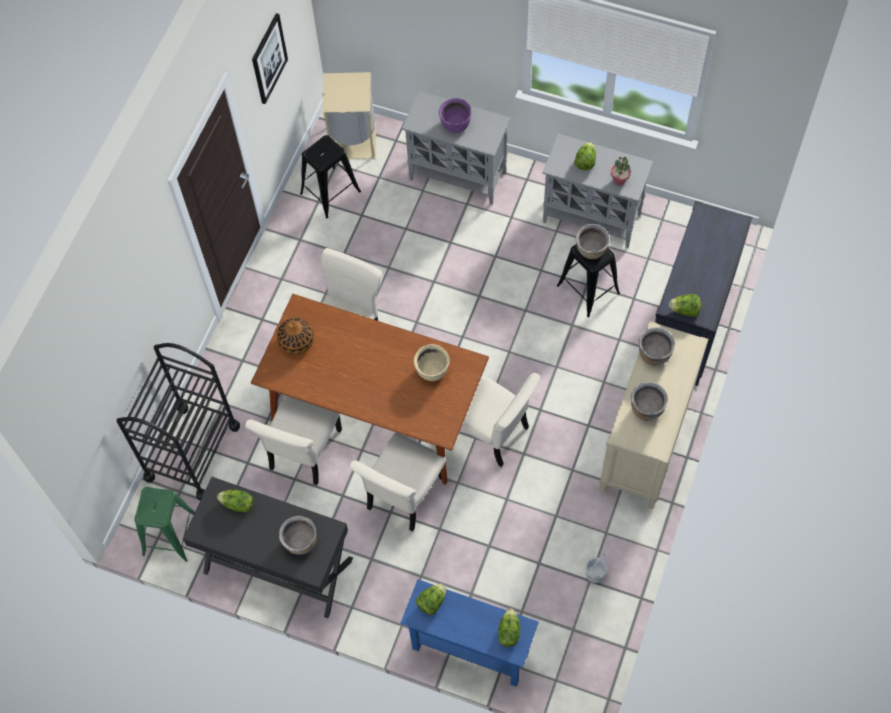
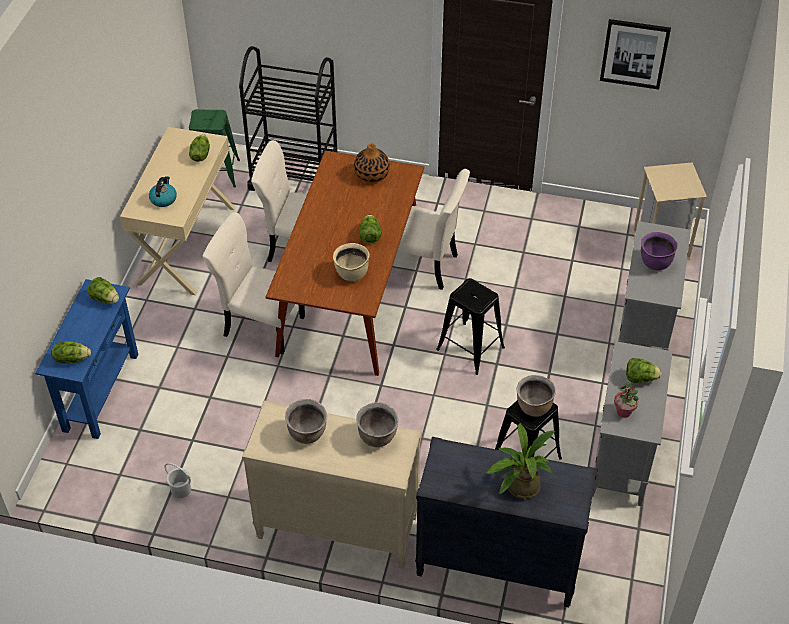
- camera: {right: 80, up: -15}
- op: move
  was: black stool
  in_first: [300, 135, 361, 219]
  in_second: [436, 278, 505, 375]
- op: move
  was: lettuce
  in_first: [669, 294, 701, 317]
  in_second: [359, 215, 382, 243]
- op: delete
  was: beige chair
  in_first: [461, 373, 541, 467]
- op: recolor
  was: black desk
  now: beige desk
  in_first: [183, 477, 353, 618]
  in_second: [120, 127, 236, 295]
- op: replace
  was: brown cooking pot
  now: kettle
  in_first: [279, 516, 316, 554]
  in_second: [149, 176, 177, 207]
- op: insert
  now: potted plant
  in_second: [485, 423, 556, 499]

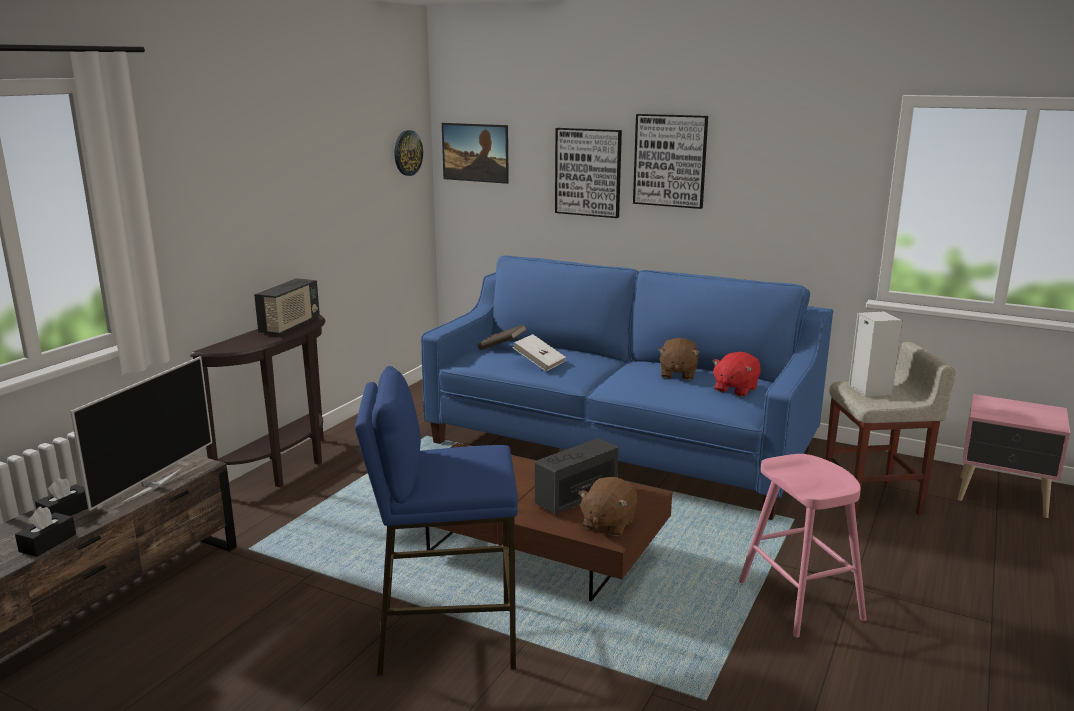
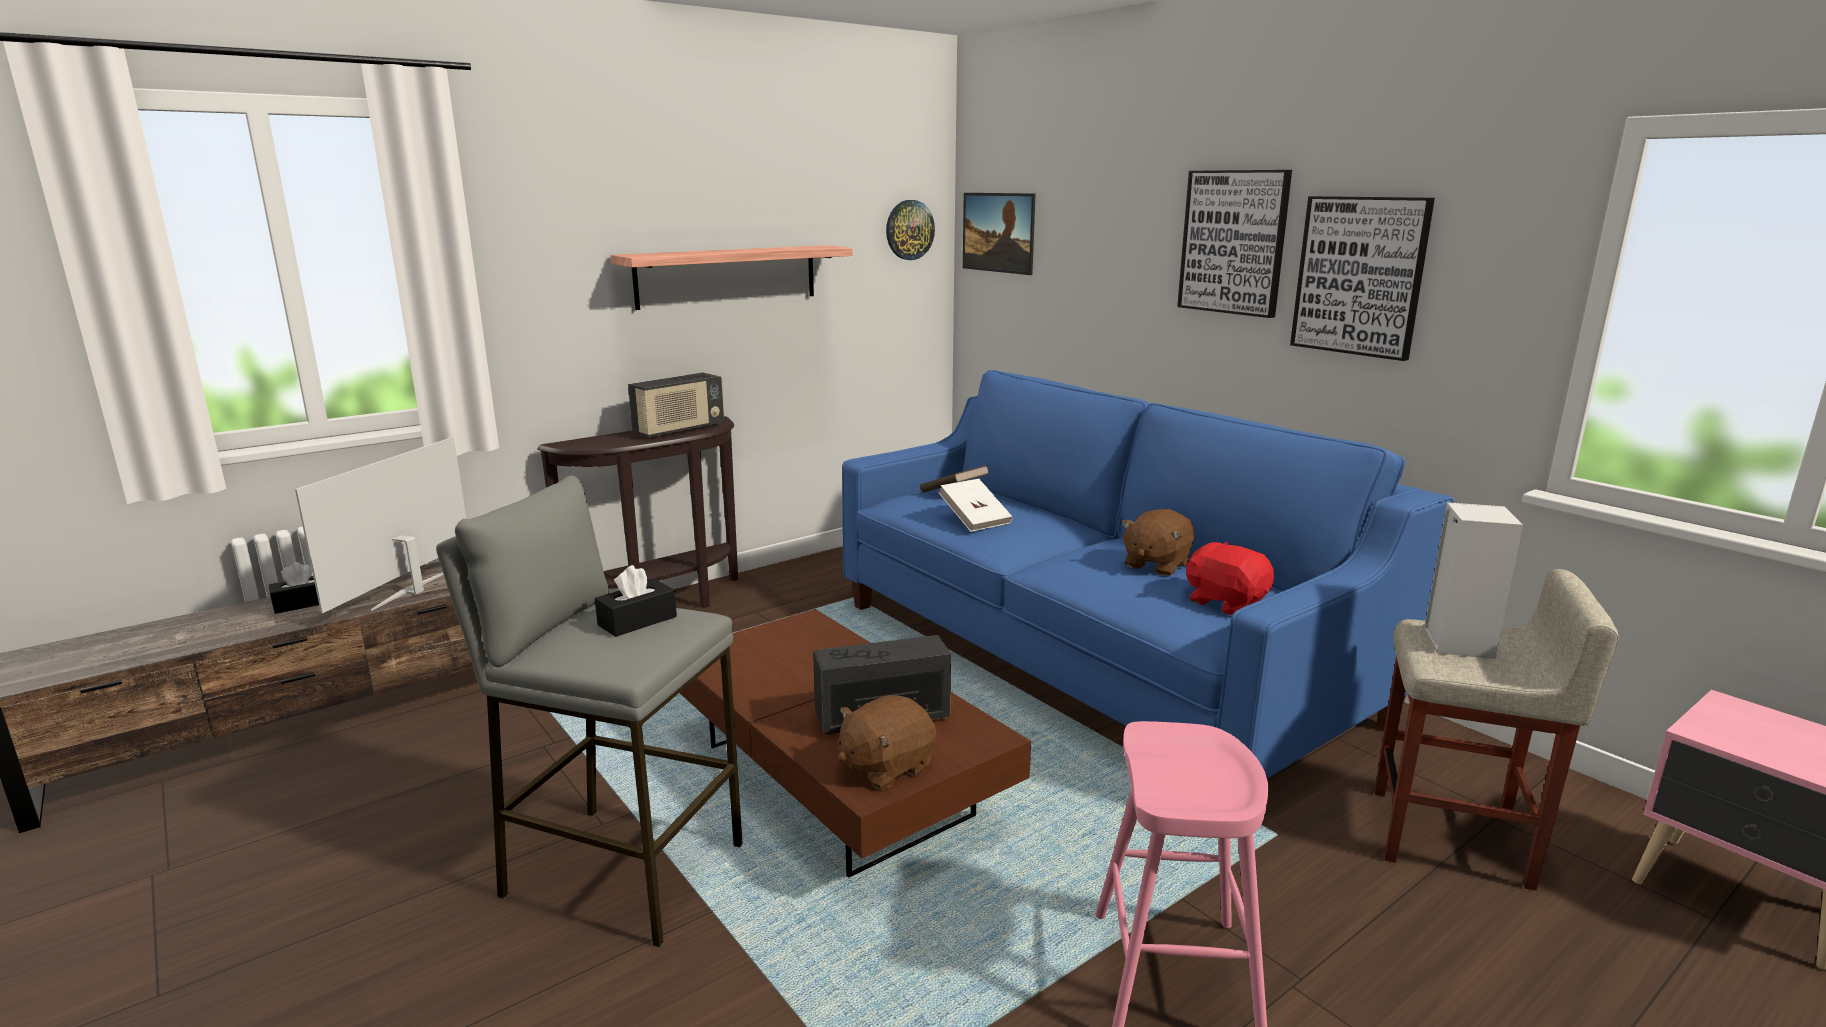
- camera: {right: 25, up: 0}
- op: move
  was: picture
  in_first: [555, 128, 622, 218]
  in_second: [1290, 196, 1435, 361]
- op: rotate
  was: red plush toy
  in_first: [712, 352, 761, 397]
  in_second: [1186, 542, 1274, 615]
  clockwise: 75
- op: rotate
  was: television
  in_first: [70, 356, 212, 511]
  in_second: [295, 437, 466, 613]
  clockwise: 150
- op: recolor
  was: blue stool
  now: grey stool
  in_first: [355, 366, 518, 676]
  in_second: [436, 475, 743, 948]
- op: move
  was: black tissue box
  in_first: [15, 506, 76, 557]
  in_second: [595, 565, 677, 637]
- op: insert
  now: shelf
  in_second: [610, 245, 853, 310]

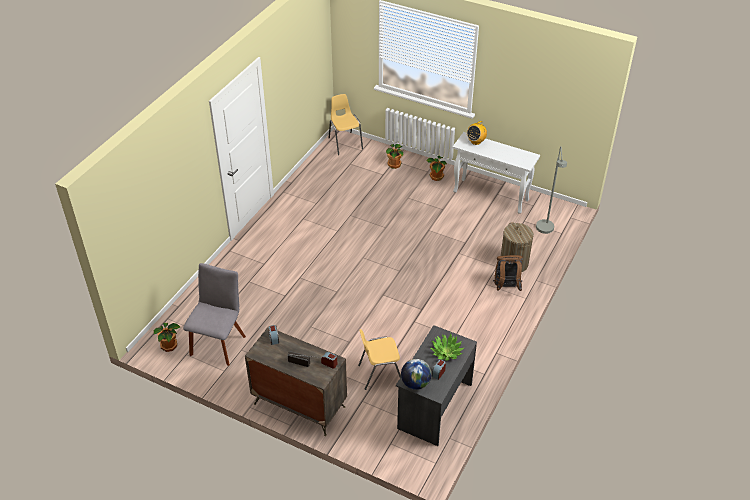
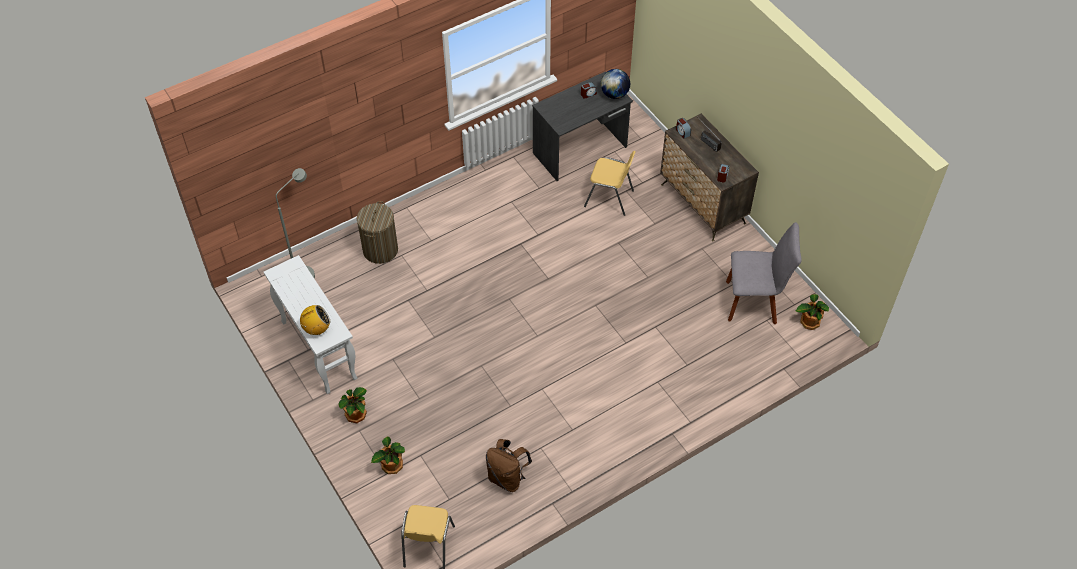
- camera: {right: -150, up: 10}
- op: move
  was: brown backpack
  in_first: [493, 255, 523, 291]
  in_second: [486, 439, 532, 492]
- op: rotate
  was: grey chair
  in_first: [183, 263, 246, 366]
  in_second: [726, 222, 802, 324]
  clockwise: -135
- op: delete
  was: potted plant
  in_first: [430, 333, 465, 361]

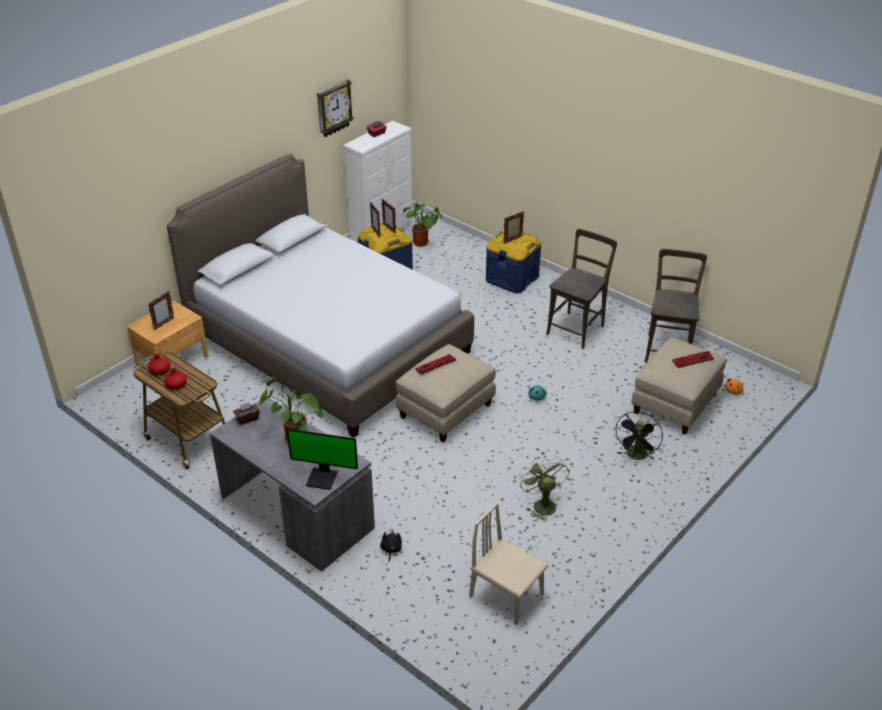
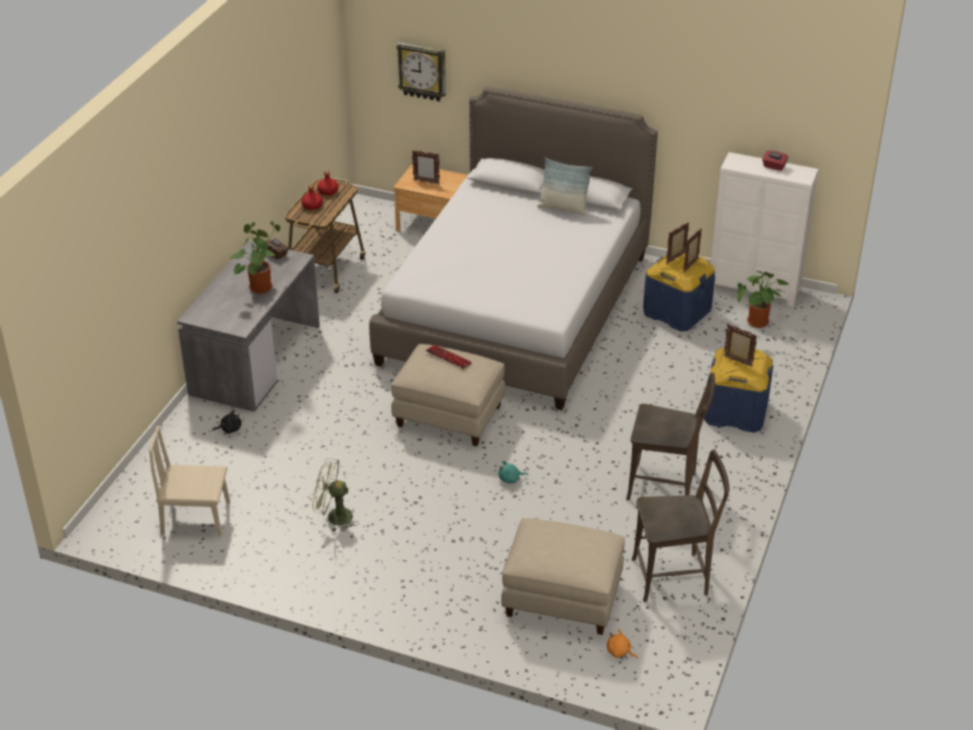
- camera: {right: 70, up: 0}
- op: move
  was: wall clock
  in_first: [317, 79, 354, 137]
  in_second: [396, 42, 446, 101]
- op: delete
  was: keyboard
  in_first: [672, 351, 714, 368]
- op: delete
  was: black fan
  in_first: [614, 412, 663, 460]
- op: delete
  was: monitor
  in_first: [287, 429, 358, 490]
- op: rotate
  was: green fan
  in_first: [519, 457, 569, 521]
  in_second: [312, 458, 359, 532]
  clockwise: -135
- op: rotate
  was: beige chair
  in_first: [469, 502, 548, 625]
  in_second: [149, 426, 230, 536]
  clockwise: -105
- op: insert
  now: pillow
  in_second: [537, 157, 593, 216]

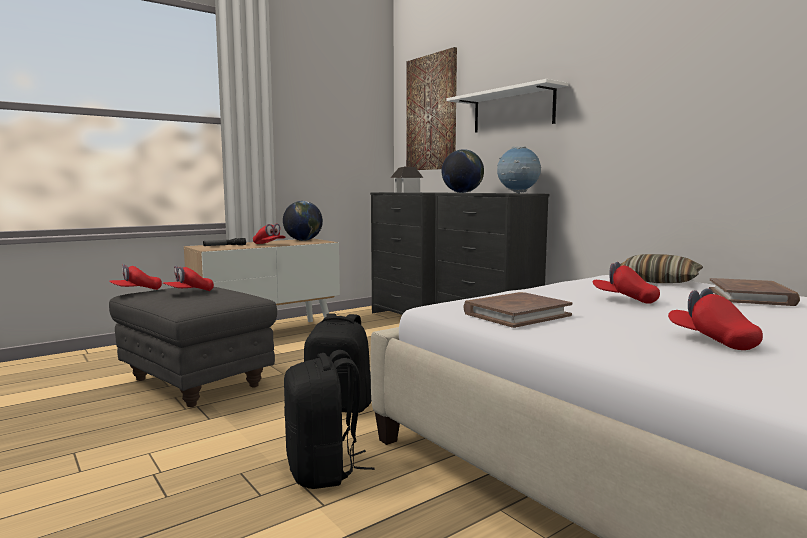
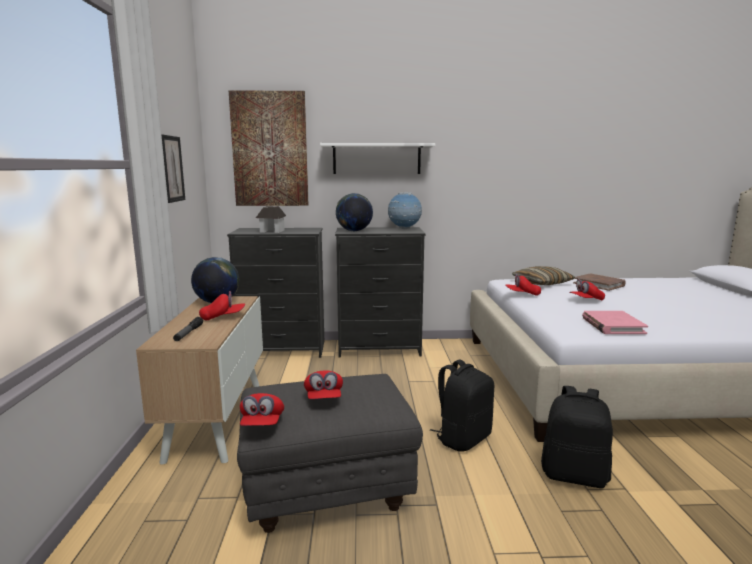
- camera: {right: -55, up: 5}
- op: move
  was: red cap
  in_first: [668, 288, 763, 350]
  in_second: [506, 274, 541, 296]
- op: recolor
  was: brown book
  now: pink book
  in_first: [464, 292, 572, 328]
  in_second: [582, 311, 648, 334]
- op: insert
  now: picture
  in_second: [161, 134, 185, 203]

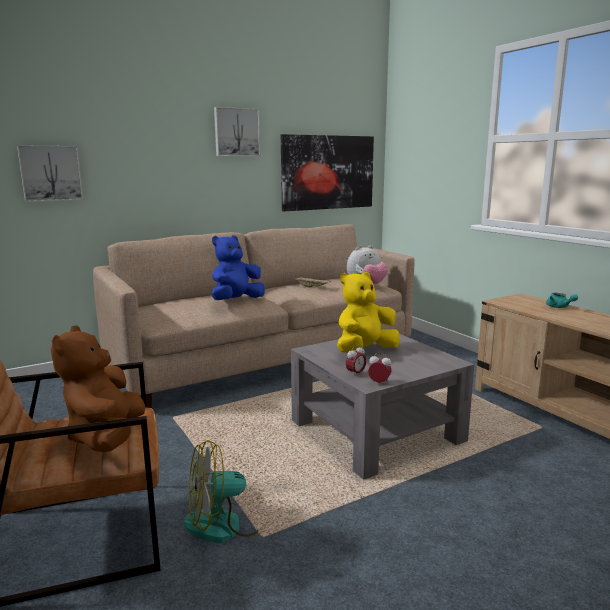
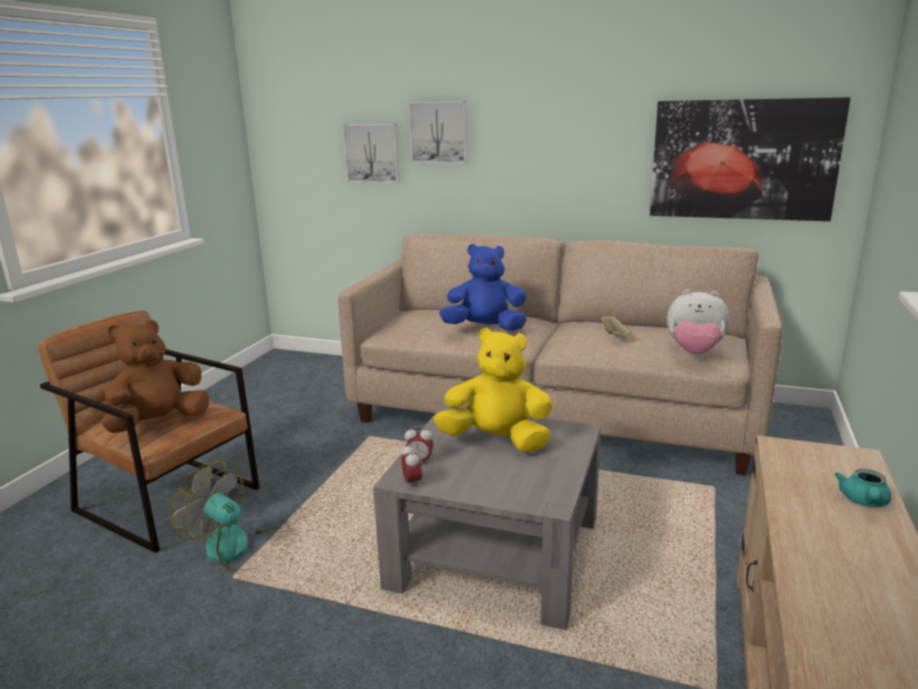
- camera: {right: 50, up: 5}
- op: move
  was: picture
  in_first: [214, 107, 260, 156]
  in_second: [409, 101, 468, 163]

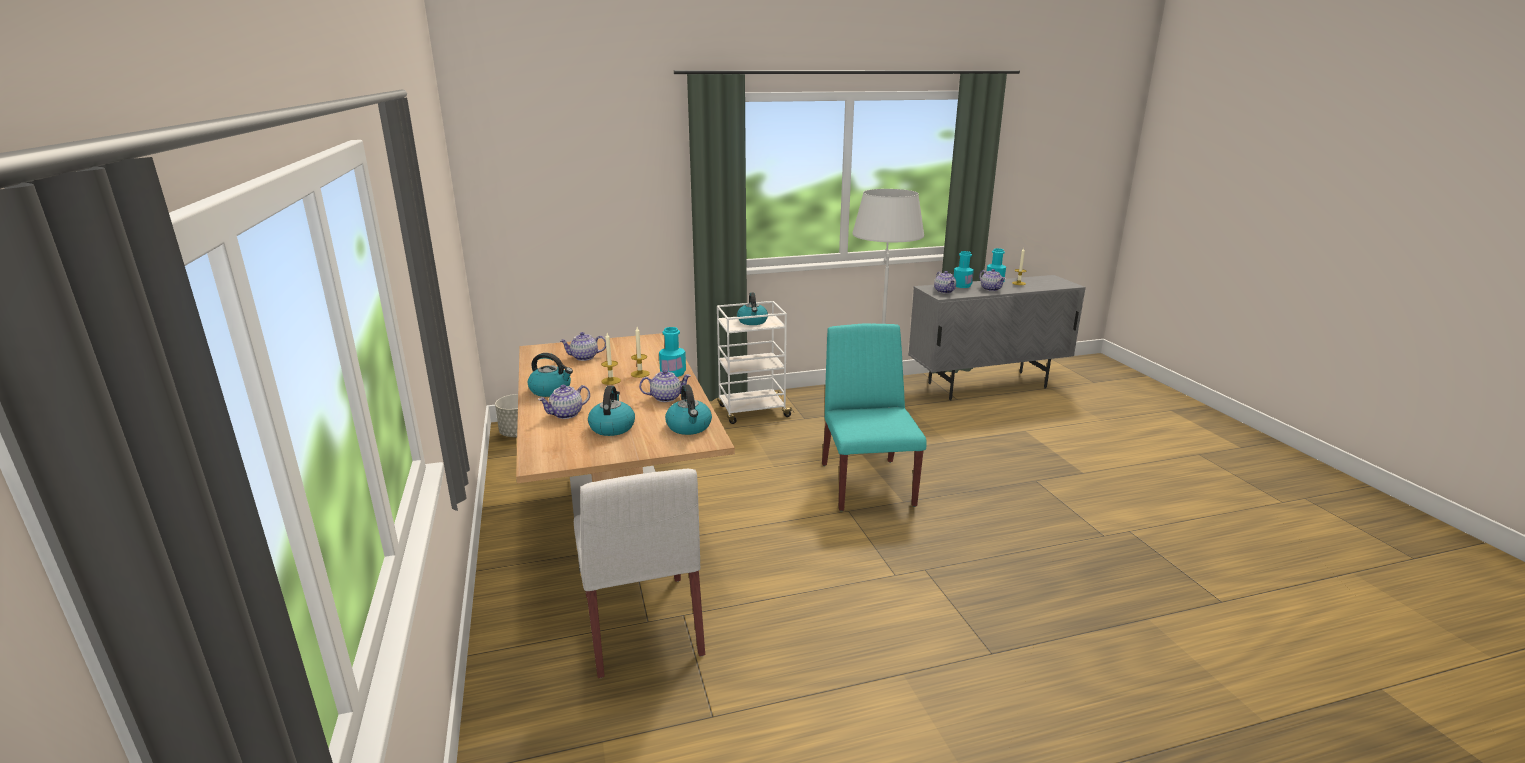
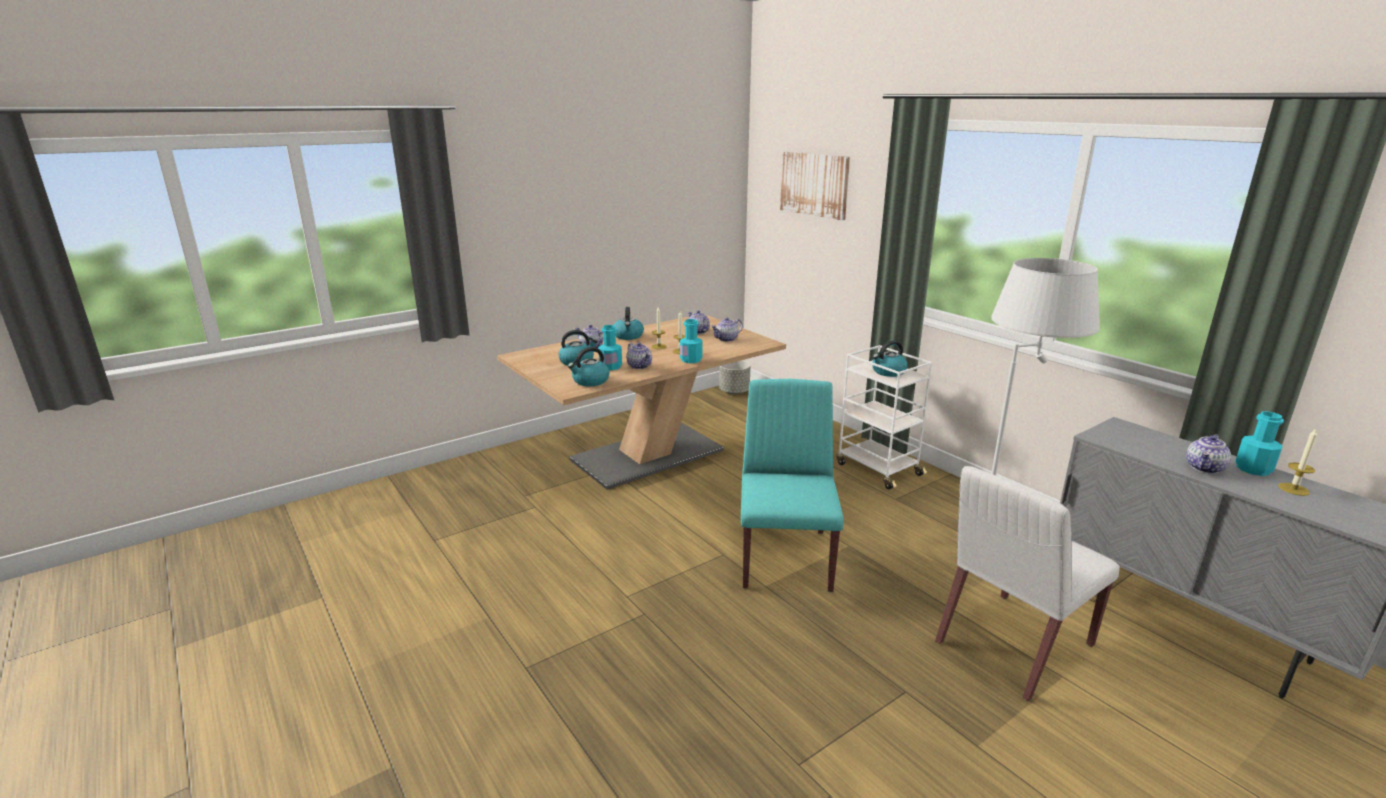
- camera: {right: 70, up: 0}
- op: move
  was: turquoise bottle
  in_first: [953, 251, 974, 288]
  in_second: [598, 325, 622, 370]
- op: move
  was: teapot
  in_first: [934, 271, 956, 294]
  in_second: [711, 317, 743, 342]
- op: rotate
  was: turquoise chair
  in_first: [822, 323, 926, 511]
  in_second: [741, 379, 844, 592]
  clockwise: -60
- op: move
  was: white chair
  in_first: [574, 469, 705, 678]
  in_second: [935, 466, 1120, 701]
- op: insert
  now: picture
  in_second: [780, 152, 850, 220]

